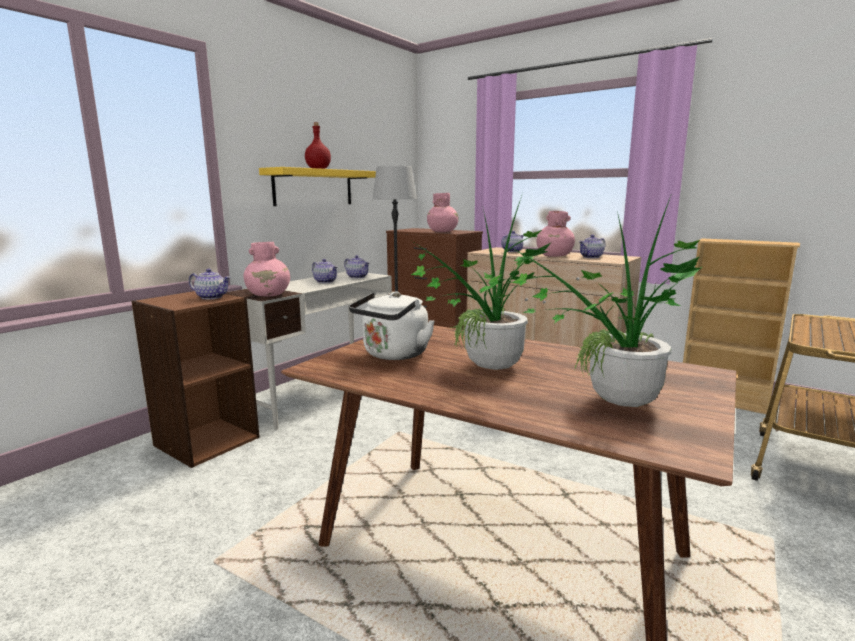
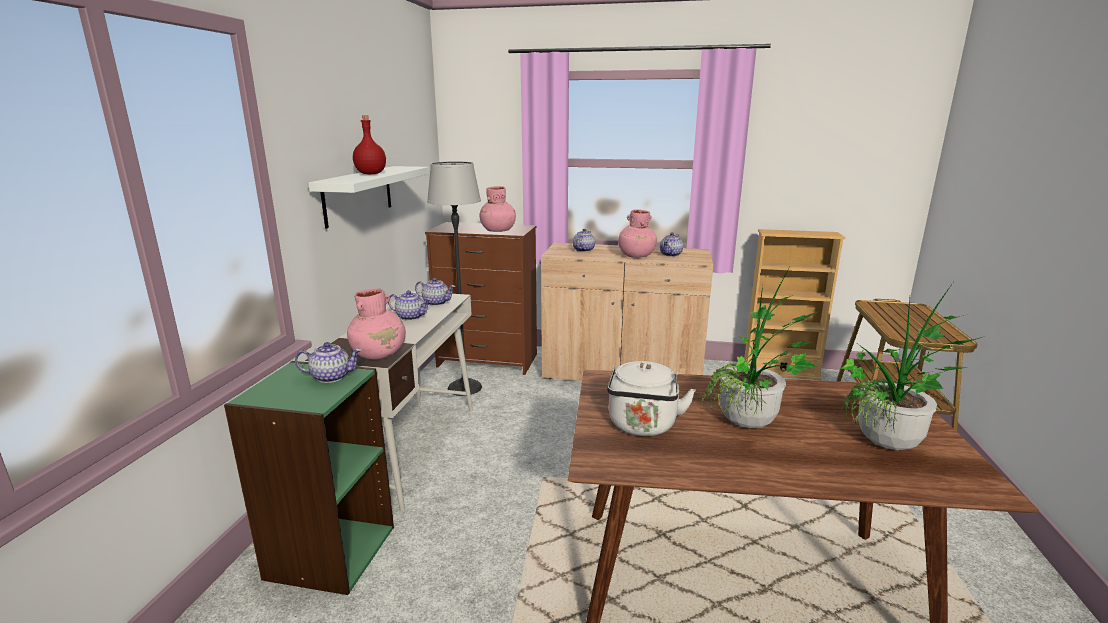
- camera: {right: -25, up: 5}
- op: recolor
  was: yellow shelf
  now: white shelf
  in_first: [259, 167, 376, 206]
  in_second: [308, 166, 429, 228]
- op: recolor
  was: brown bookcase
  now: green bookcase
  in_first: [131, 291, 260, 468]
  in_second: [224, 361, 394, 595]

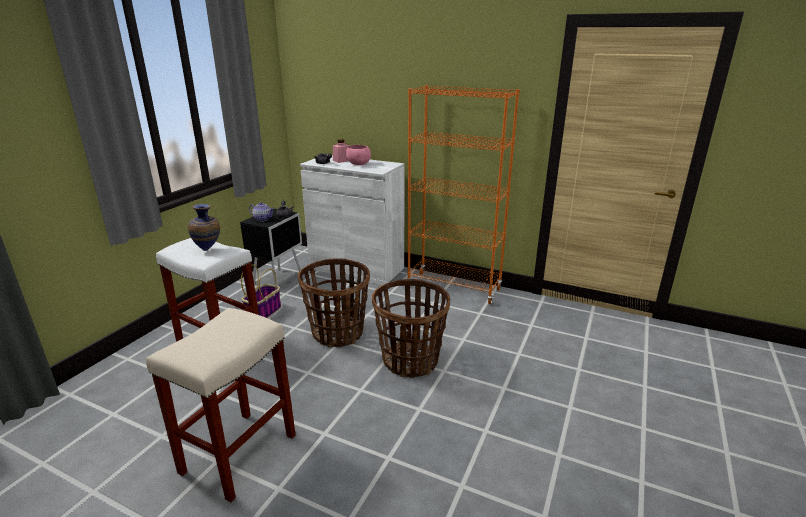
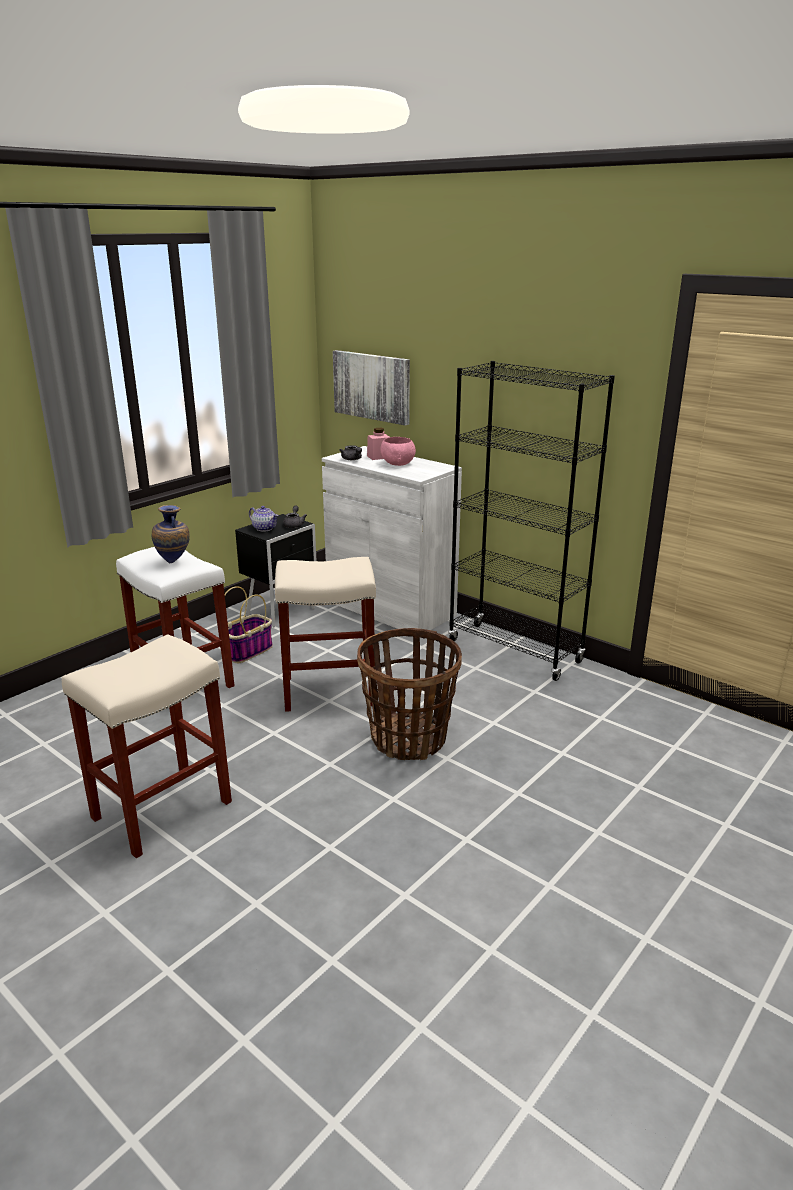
- camera: {right: 15, up: 0}
- op: recolor
  was: orange bookcase
  now: black bookcase
  in_first: [407, 85, 520, 304]
  in_second: [448, 361, 615, 681]
- op: replace
  was: basket
  now: beige stool
  in_first: [298, 258, 370, 347]
  in_second: [275, 557, 376, 712]
- op: insert
  now: picture
  in_second: [333, 350, 410, 426]

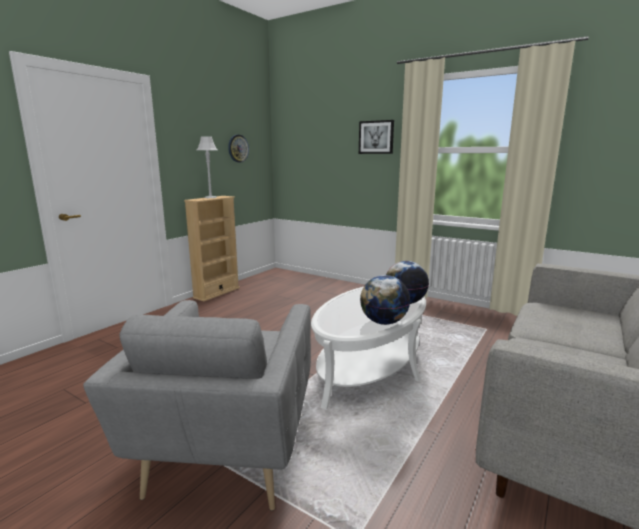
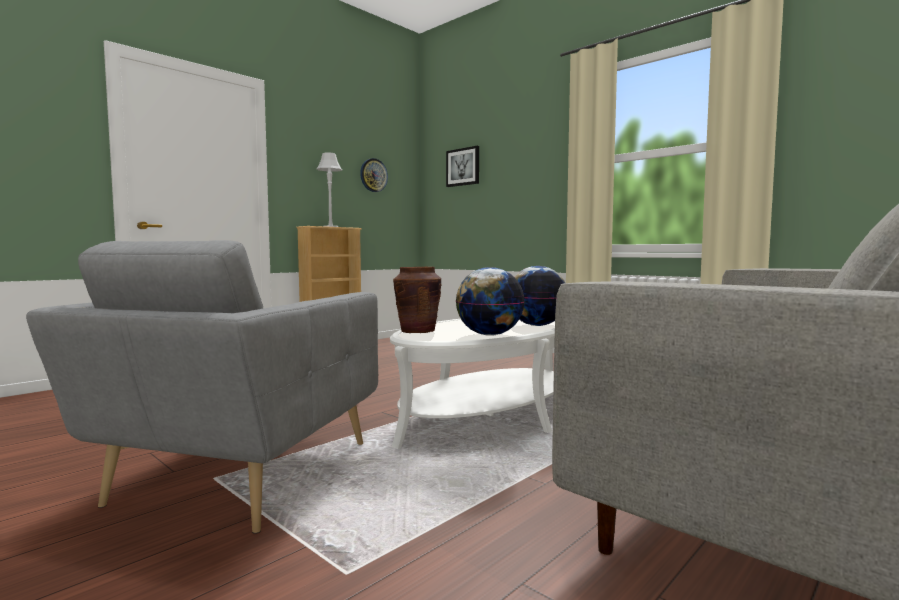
- camera: {right: 10, up: -10}
- op: move
  was: picture
  in_first: [359, 120, 394, 154]
  in_second: [446, 146, 479, 187]
- op: insert
  now: brown vase
  in_second: [393, 267, 442, 333]

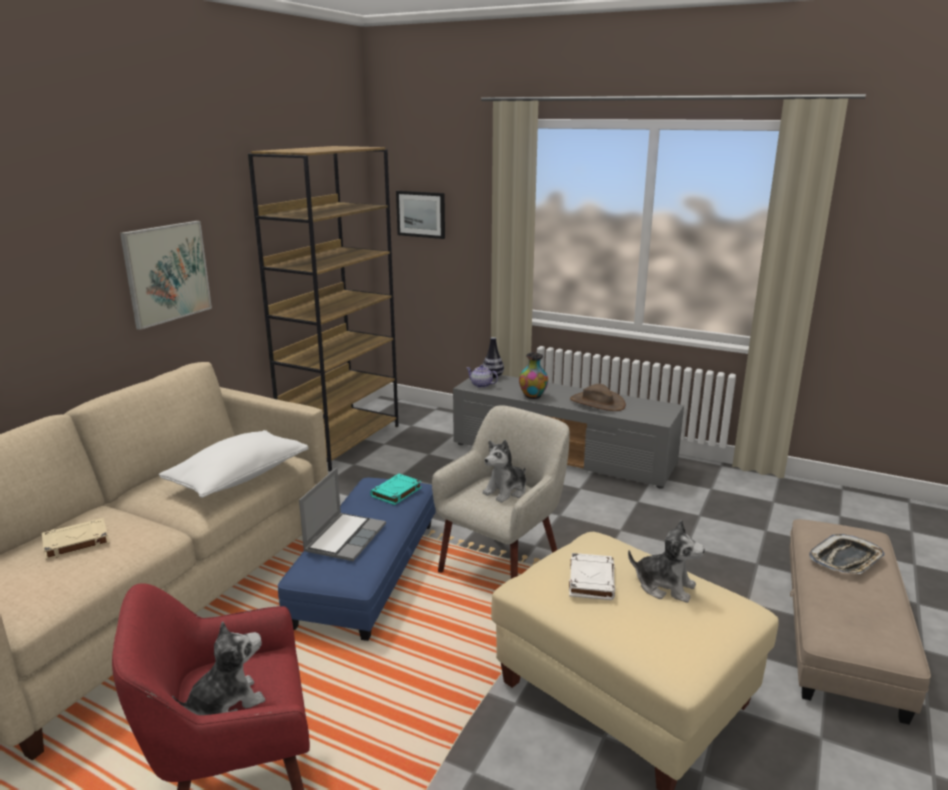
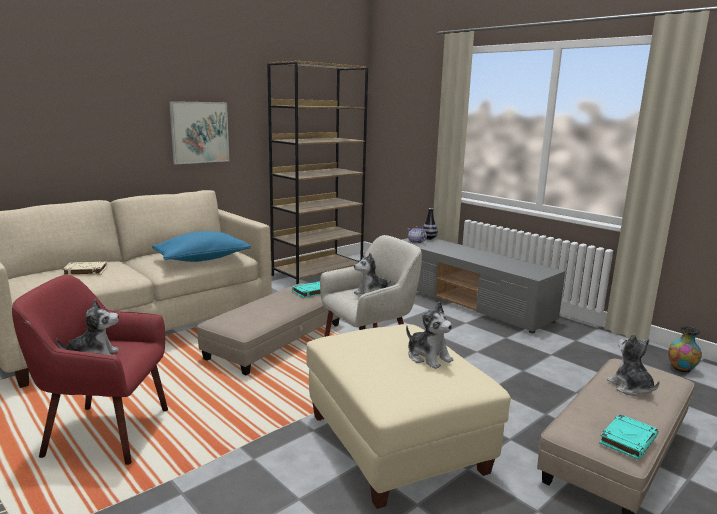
- camera: {right: 20, up: -5}
- op: delete
  was: picture
  in_first: [396, 191, 445, 239]
- op: move
  was: vase
  in_first: [519, 352, 548, 399]
  in_second: [668, 326, 702, 372]
- op: delete
  was: brown hat
  in_first: [570, 384, 626, 411]
- op: recolor
  was: white pillow
  now: blue pillow
  in_first: [159, 430, 309, 498]
  in_second: [152, 231, 251, 262]
- op: delete
  was: laptop
  in_first: [299, 468, 386, 561]
- op: recolor
  was: blue ottoman
  now: beige ottoman
  in_first: [278, 477, 436, 641]
  in_second: [197, 283, 340, 375]
- op: replace
  was: tray
  now: plush toy
  in_first: [809, 534, 885, 574]
  in_second: [607, 333, 660, 396]
- op: delete
  was: white book
  in_first: [569, 553, 615, 600]
- op: insert
  now: turquoise book
  in_second: [599, 414, 658, 459]

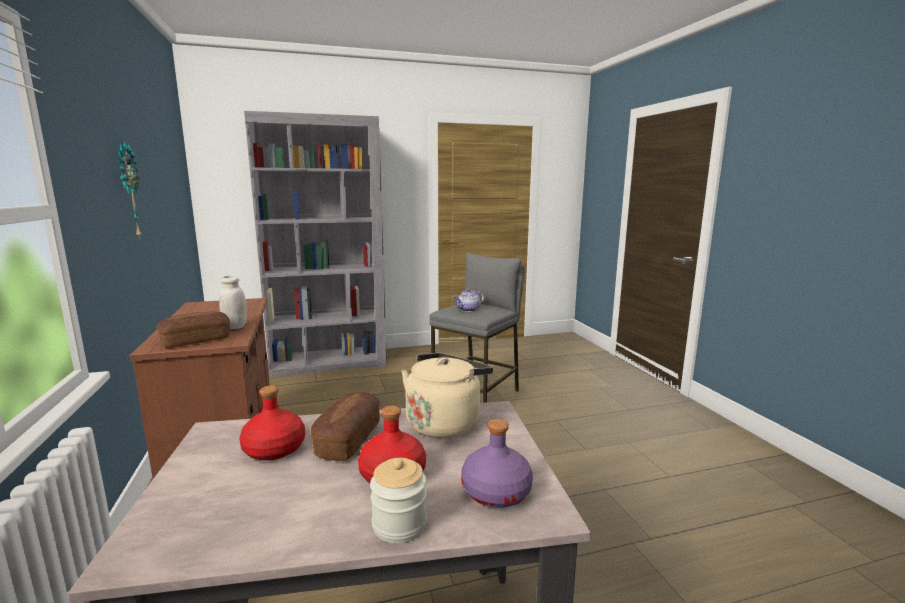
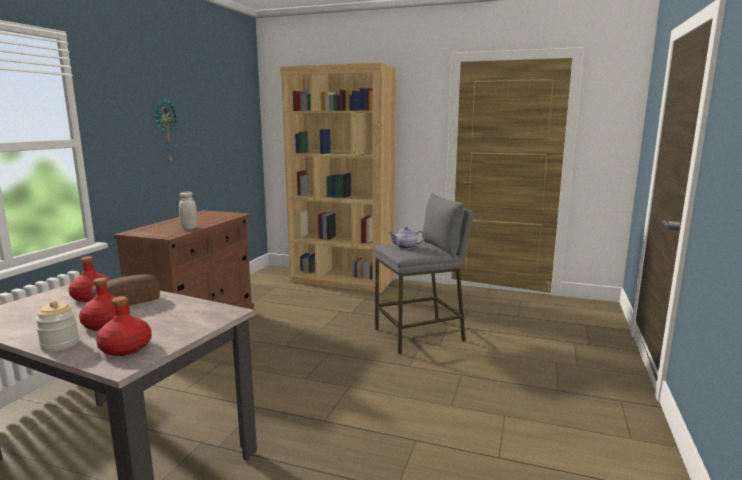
- camera: {right: 35, up: 0}
- op: recolor
  was: grey bookcase
  now: brown bookcase
  in_first: [244, 111, 387, 377]
  in_second: [280, 62, 396, 293]
- op: delete
  was: bread
  in_first: [157, 311, 230, 348]
- op: delete
  was: beige kettle
  in_first: [401, 353, 493, 438]
- op: recolor
  was: purple bottle
  now: red bottle
  in_first: [461, 419, 533, 508]
  in_second: [96, 296, 152, 356]

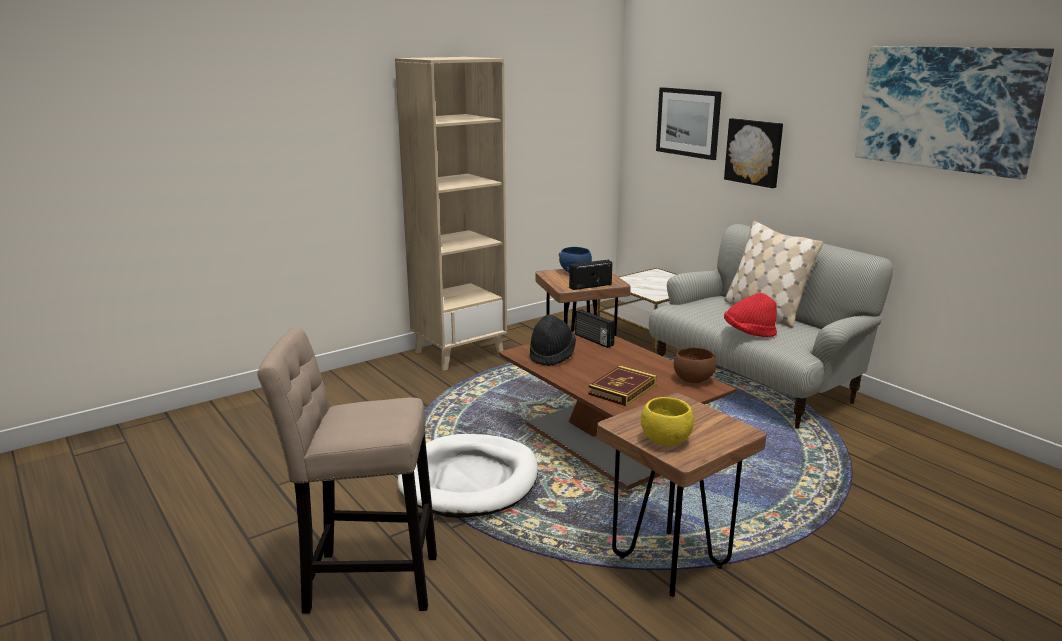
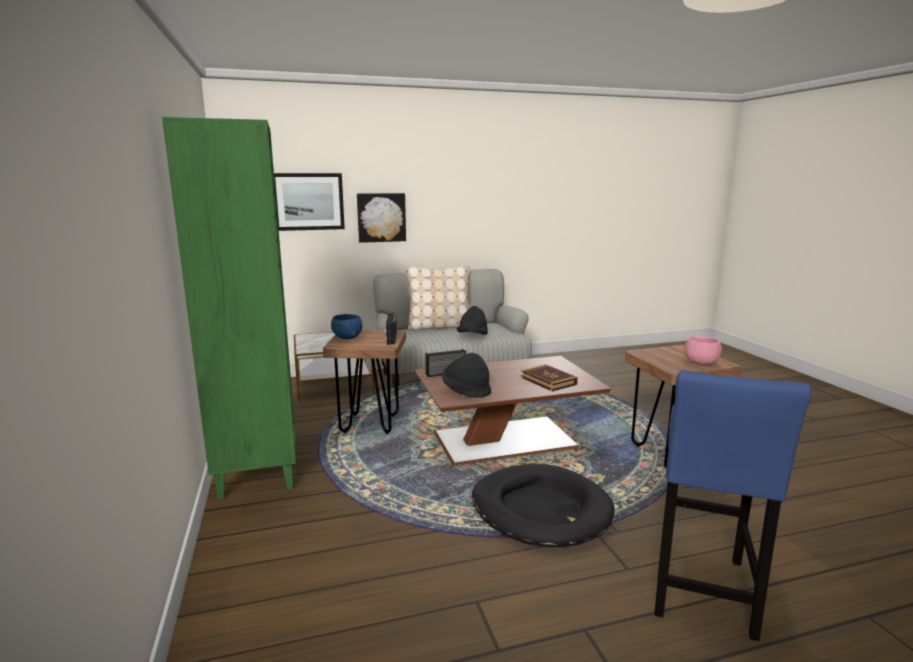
- camera: {right: -70, up: -5}
- op: delete
  was: picture
  in_first: [855, 46, 1054, 180]
- op: recolor
  was: beige bookcase
  now: green bookcase
  in_first: [395, 57, 507, 371]
  in_second: [162, 117, 296, 500]
- op: recolor
  was: red hat
  now: black hat
  in_first: [724, 293, 777, 337]
  in_second: [457, 306, 488, 335]
- op: recolor
  was: beige stool
  now: blue stool
  in_first: [257, 326, 437, 614]
  in_second: [655, 370, 811, 641]
- op: delete
  was: brown bowl
  in_first: [674, 347, 716, 383]
- op: recolor
  was: yellow bowl
  now: pink bowl
  in_first: [641, 397, 694, 446]
  in_second: [684, 336, 722, 365]
- op: recolor
  was: white dog bed
  now: black dog bed
  in_first: [397, 434, 538, 518]
  in_second: [472, 464, 615, 547]

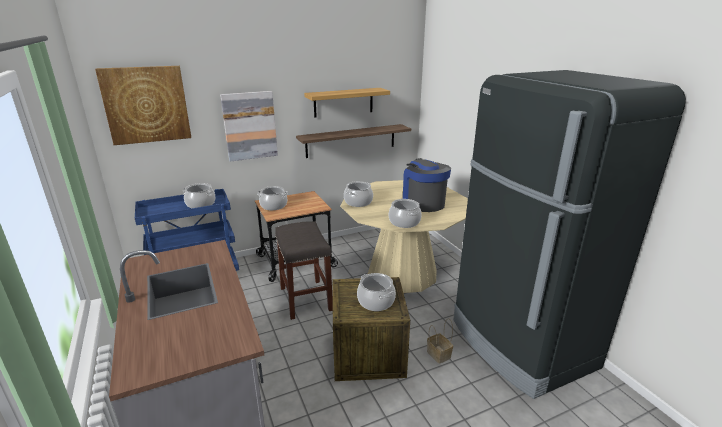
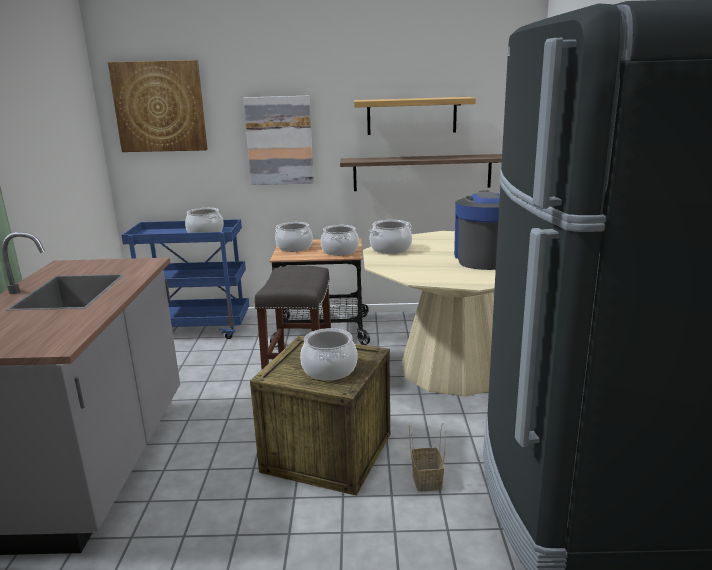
- camera: {right: 25, up: -5}
- op: move
  was: cooking pot
  in_first: [389, 199, 422, 228]
  in_second: [321, 225, 359, 256]

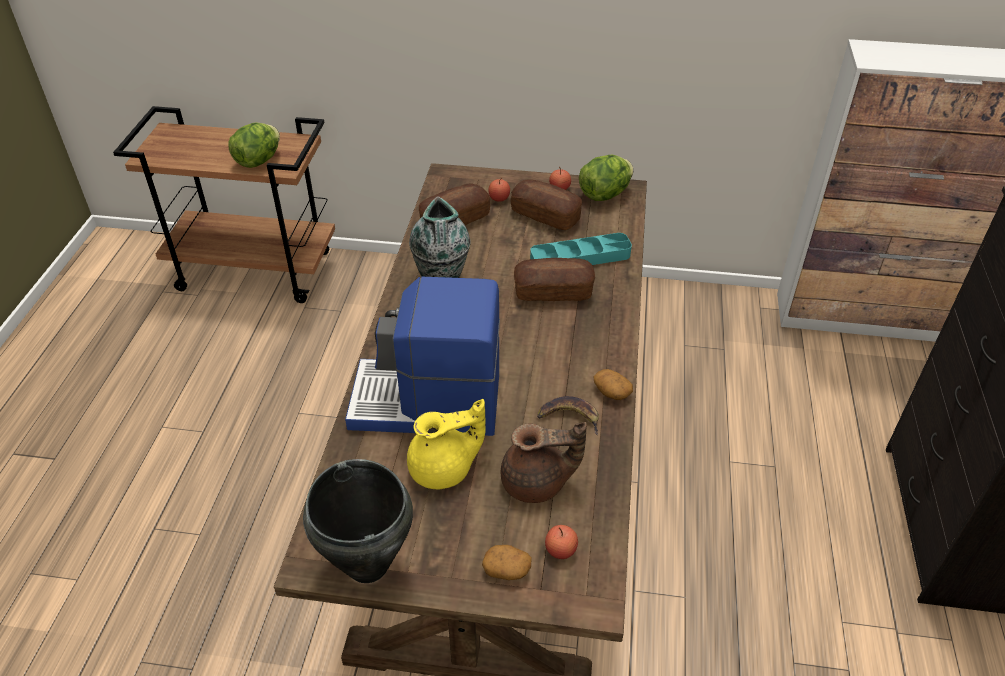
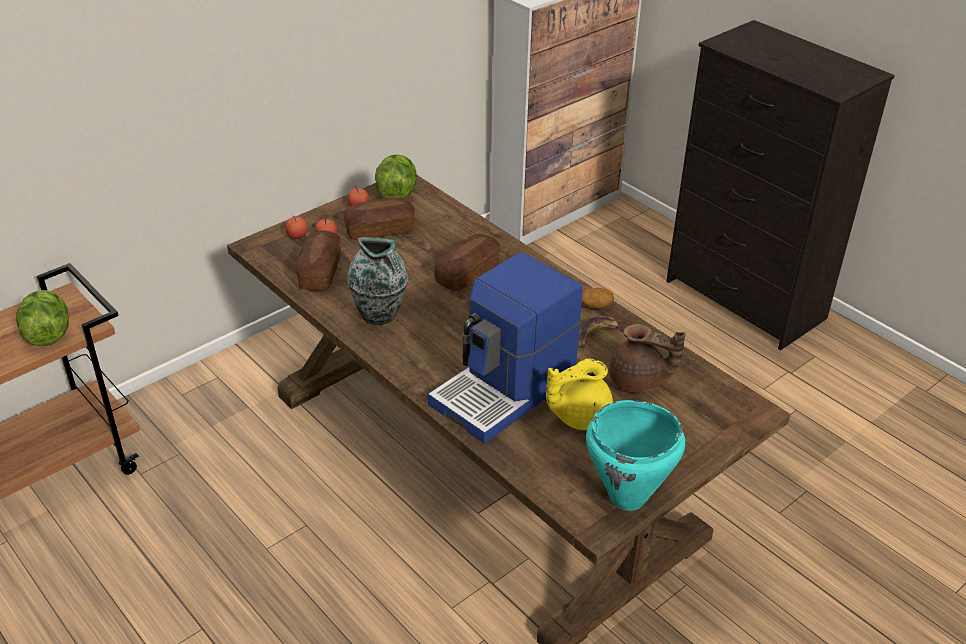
- camera: {right: -50, up: -5}
- op: delete
  was: turquoise tray
  in_first: [530, 233, 632, 265]
- op: rotate
  was: yellow teapot
  in_first: [407, 399, 486, 490]
  in_second: [546, 359, 613, 430]
  clockwise: -135
- op: rotate
  was: brown teapot
  in_first: [501, 422, 587, 503]
  in_second: [609, 324, 686, 393]
  clockwise: 75
- op: recolor
  was: black cooking pot
  now: turquoise cooking pot
  in_first: [303, 459, 413, 583]
  in_second: [586, 400, 685, 511]
- op: move
  was: apple
  in_first: [545, 525, 578, 559]
  in_second: [285, 216, 308, 239]
- op: delete
  was: potato
  in_first: [482, 545, 532, 580]

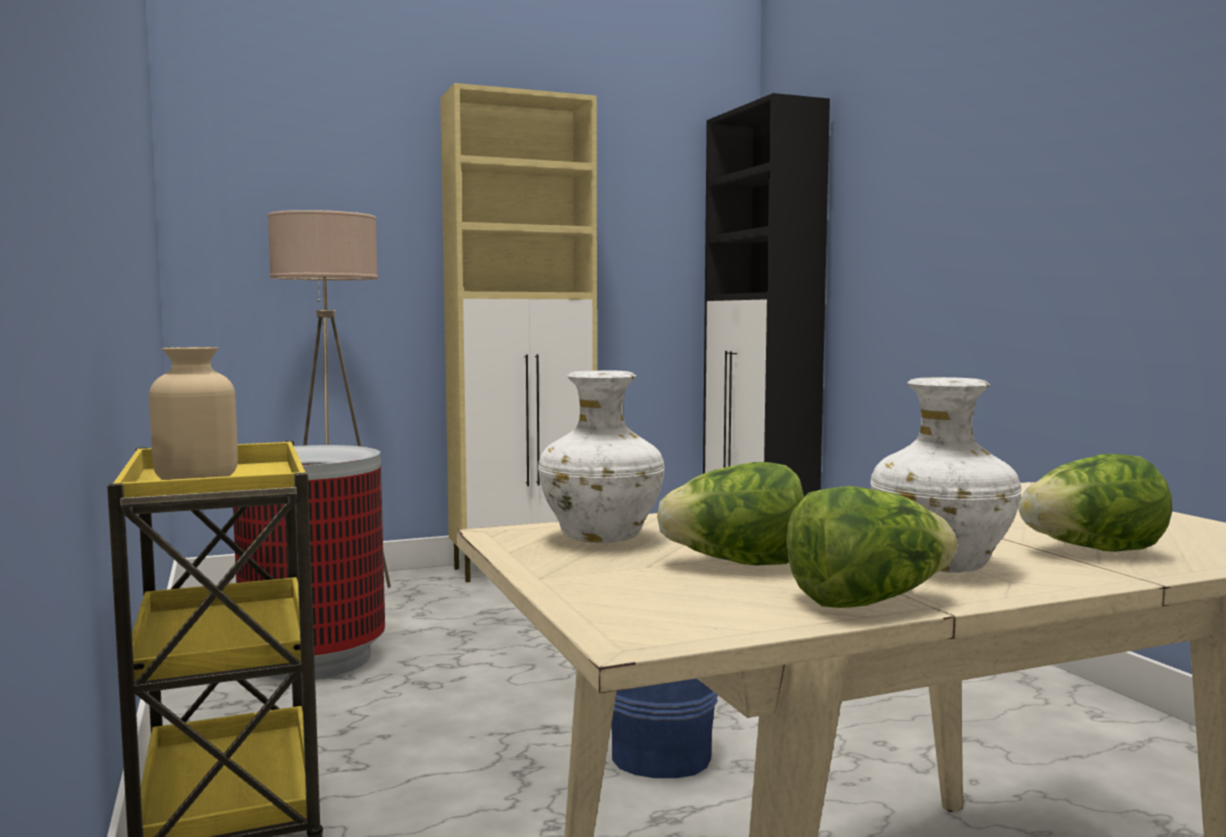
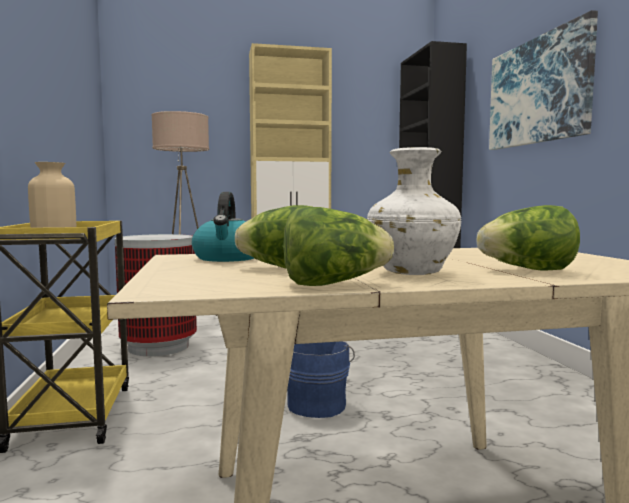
- camera: {right: 10, up: 0}
- op: replace
  was: white vase
  now: kettle
  in_first: [538, 370, 665, 543]
  in_second: [192, 192, 254, 262]
- op: insert
  now: picture
  in_second: [489, 10, 598, 150]

